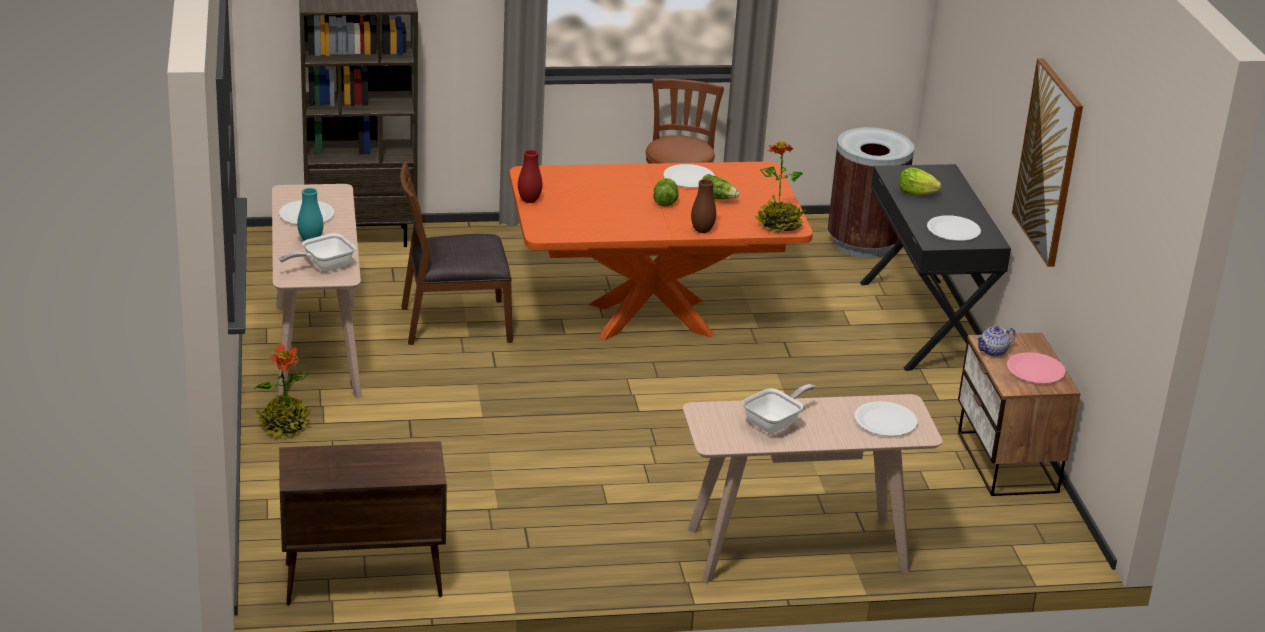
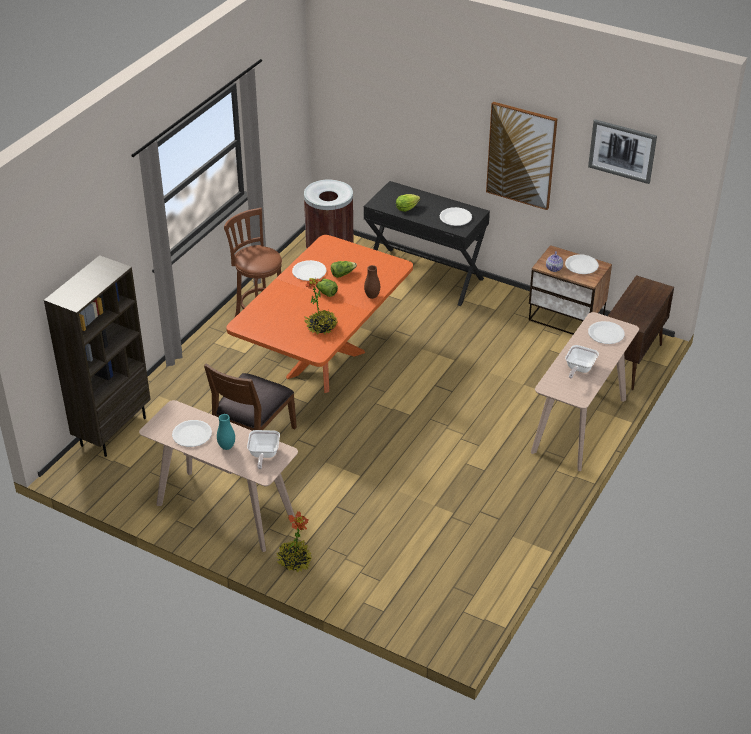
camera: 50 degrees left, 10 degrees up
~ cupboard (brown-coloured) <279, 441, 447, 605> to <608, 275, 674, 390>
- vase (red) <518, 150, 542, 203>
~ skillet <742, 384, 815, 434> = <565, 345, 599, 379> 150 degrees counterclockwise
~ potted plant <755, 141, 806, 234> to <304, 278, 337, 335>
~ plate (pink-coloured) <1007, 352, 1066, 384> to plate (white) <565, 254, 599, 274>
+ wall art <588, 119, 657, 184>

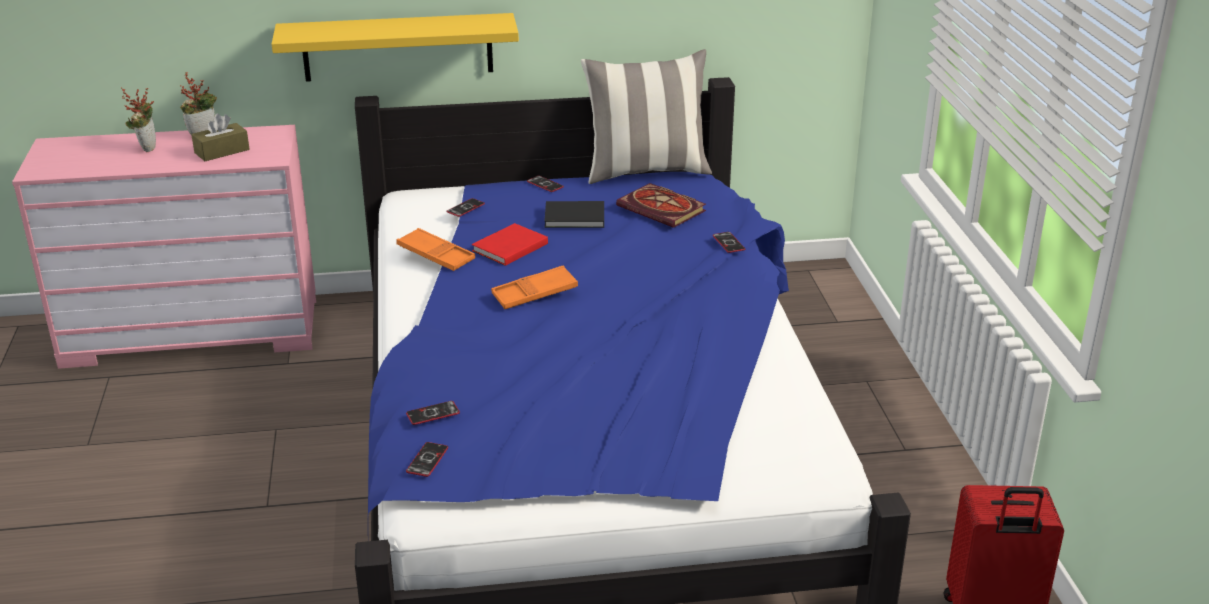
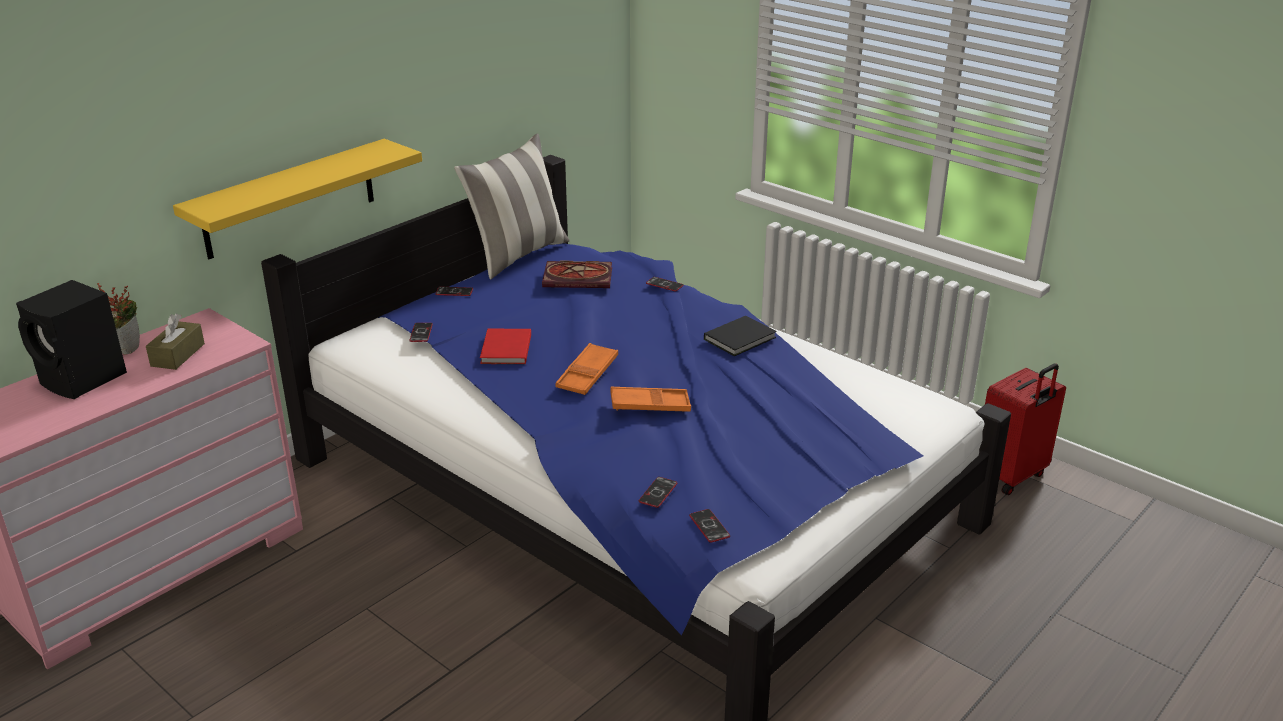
camera: 40 degrees left, 0 degrees up
~ potted plant <121, 87, 156, 152> to loudspeaker (black-coloured) <16, 280, 127, 399>
~ tray (orange-coloured) <396, 228, 475, 271> to <610, 386, 691, 412>
~ book (black-coloured) <544, 201, 604, 228> to <704, 316, 777, 356>

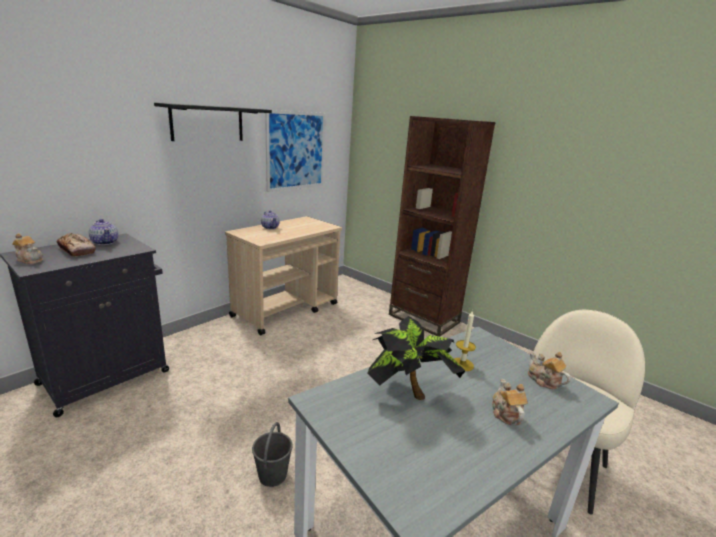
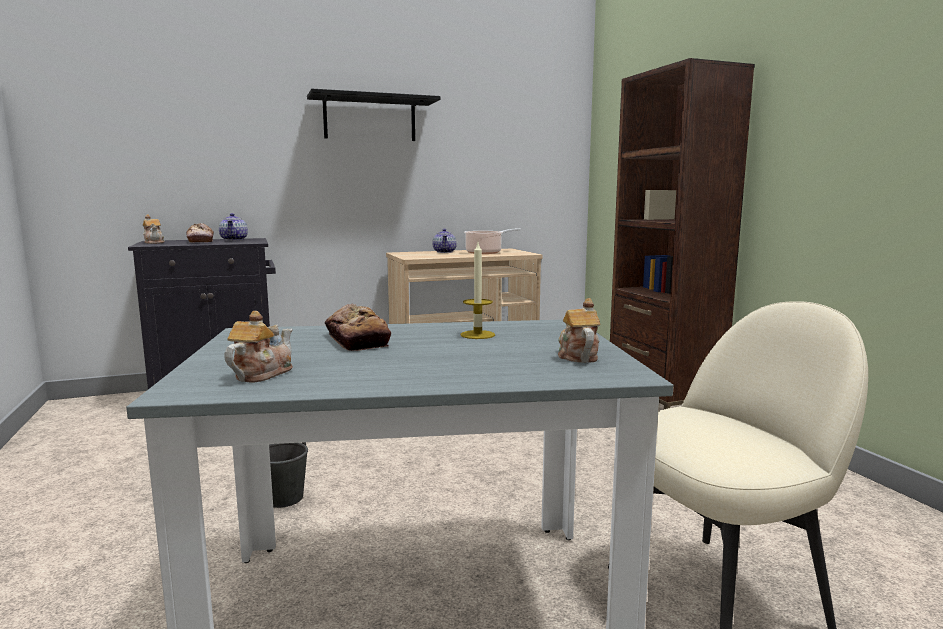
camera: 30 degrees right, 10 degrees down
- wall art <265, 110, 325, 192>
~ potted plant <367, 316, 466, 400> to baked bread <325, 304, 391, 351>
~ teapot <492, 379, 528, 426> to <224, 311, 293, 382>
+ stockpot <464, 228, 521, 254>

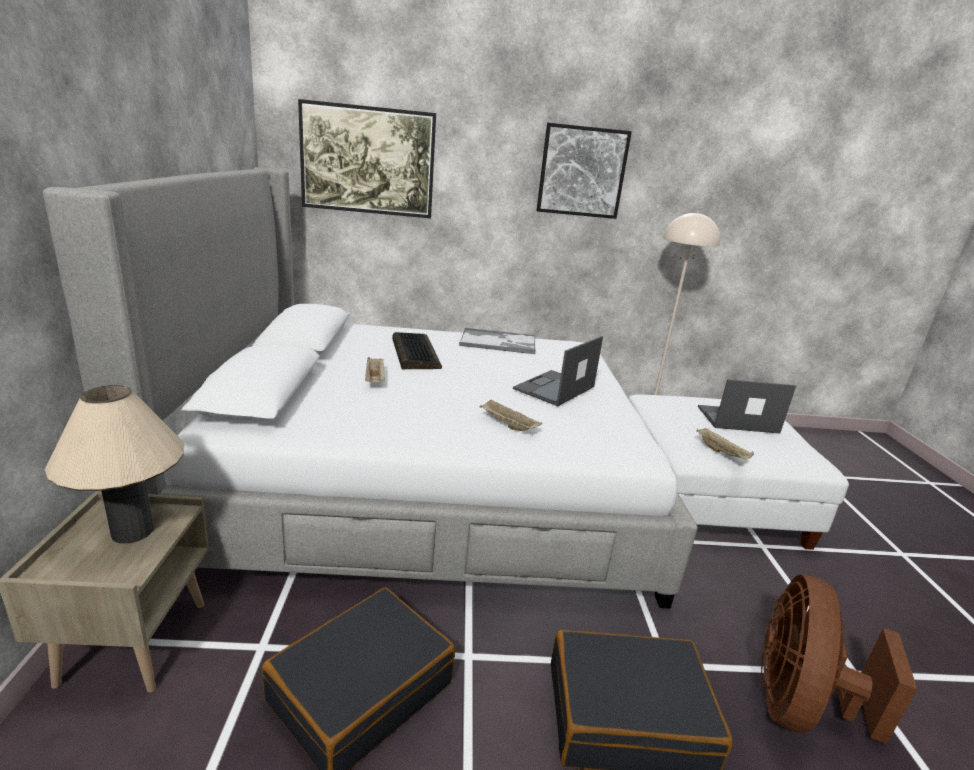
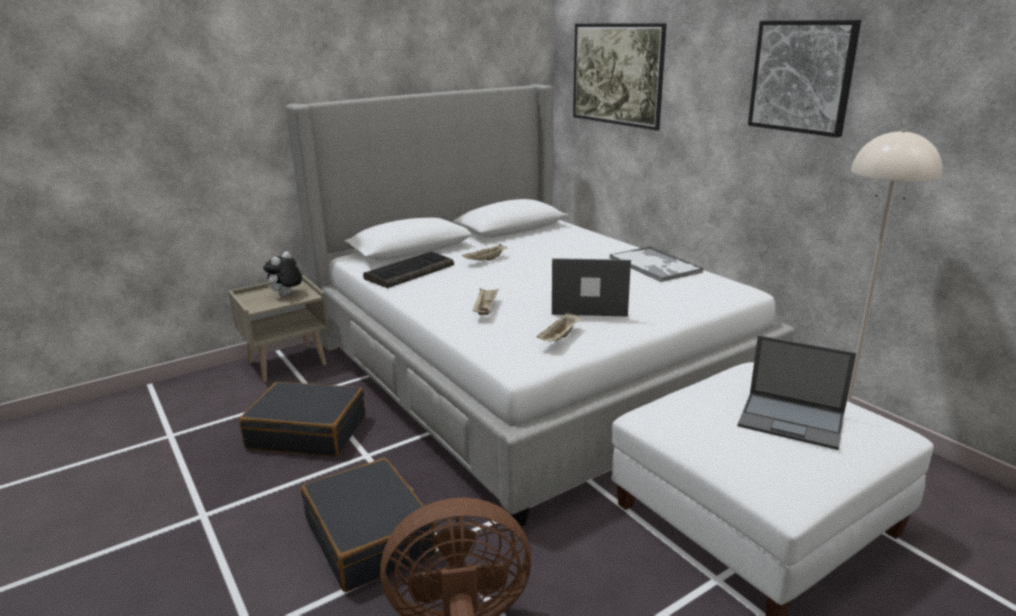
camera: 60 degrees right, 0 degrees up
~ lamp for a table (sand-coloured) <45, 385, 184, 544> to soft toy <263, 251, 302, 296>
~ computer keyboard <392, 332, 442, 369> to <363, 251, 454, 288>
~ tray (sand-coloured) <696, 428, 754, 459> to <536, 312, 581, 341>
~ notebook computer <698, 379, 796, 434> = <737, 335, 856, 450> 150 degrees clockwise

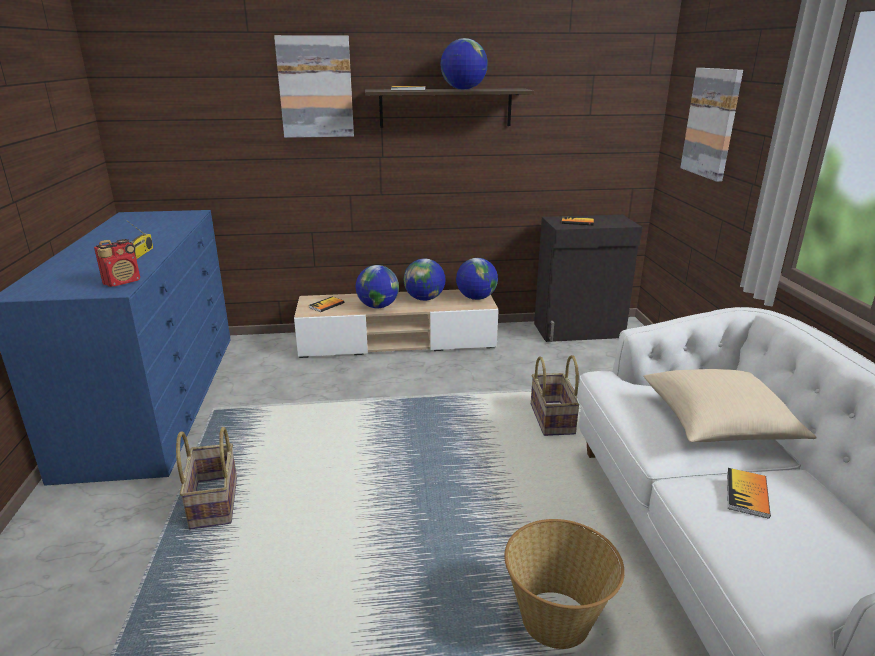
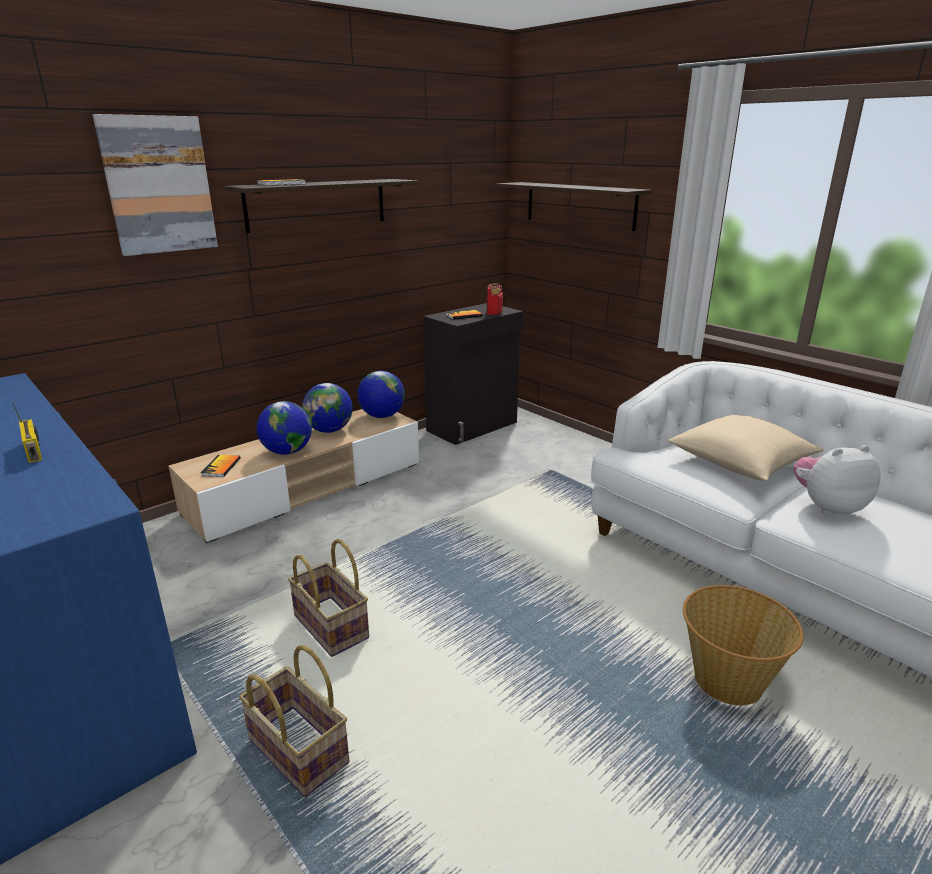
camera: 35 degrees left, 0 degrees up
~ radio receiver <94, 239, 140, 287> to <486, 283, 503, 315>
- desk globe <440, 38, 488, 90>
~ basket <531, 355, 579, 436> to <288, 539, 369, 657>
~ wall art <680, 68, 743, 182> to wall shelf <495, 182, 653, 231>
~ book <727, 468, 771, 518> to soft toy <793, 445, 881, 516>

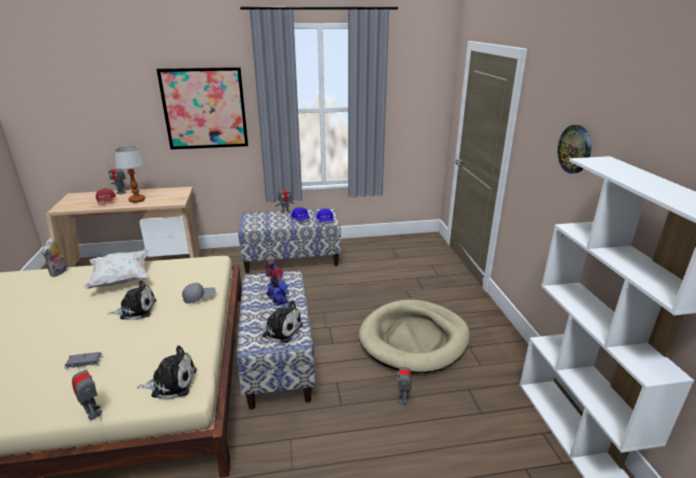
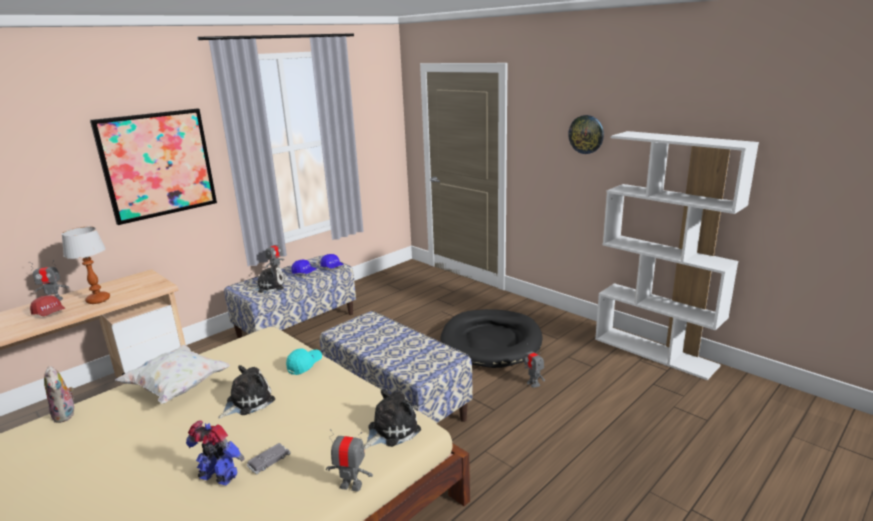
camera: 35 degrees left, 5 degrees down
~ peaked cap (gray) <182, 283, 216, 304> to peaked cap (turquoise-coloured) <286, 348, 322, 375>
~ soft toy <255, 301, 303, 343> to <246, 262, 284, 293>
~ robot figure <265, 262, 289, 306> to <186, 420, 245, 485>
~ dog cushion (sand-coloured) <359, 300, 470, 373> to dog cushion (black-coloured) <441, 309, 542, 368>

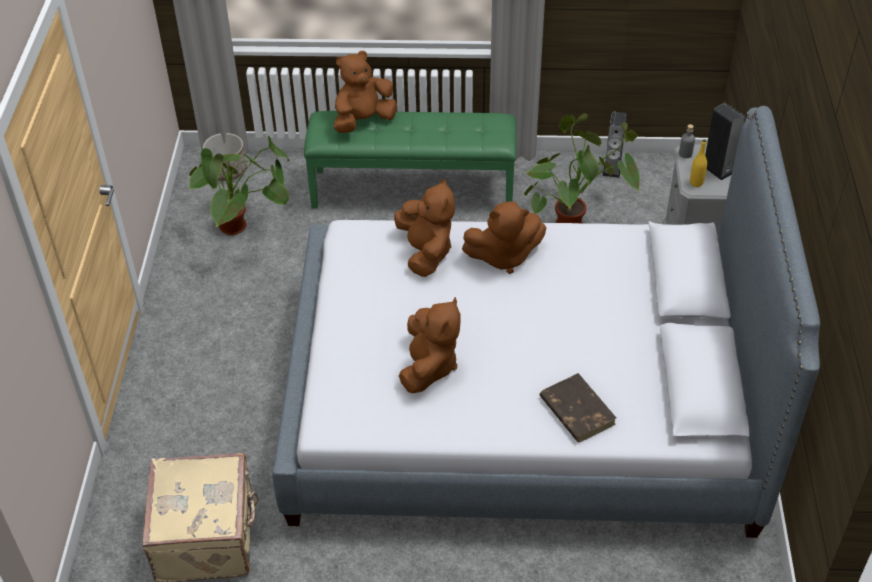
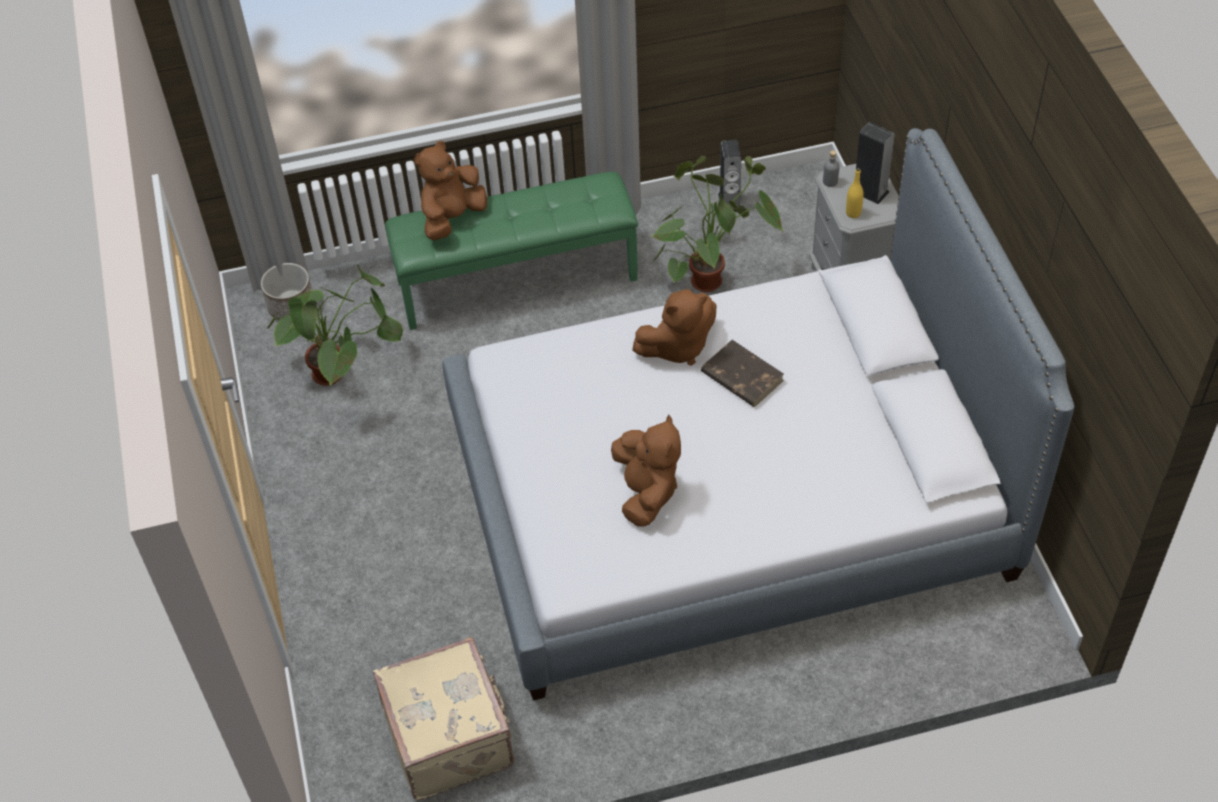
camera: 15 degrees left, 5 degrees up
- soft toy (brown-coloured) <394, 178, 455, 277>
~ book (brown-coloured) <539, 373, 616, 442> to <701, 340, 784, 407>

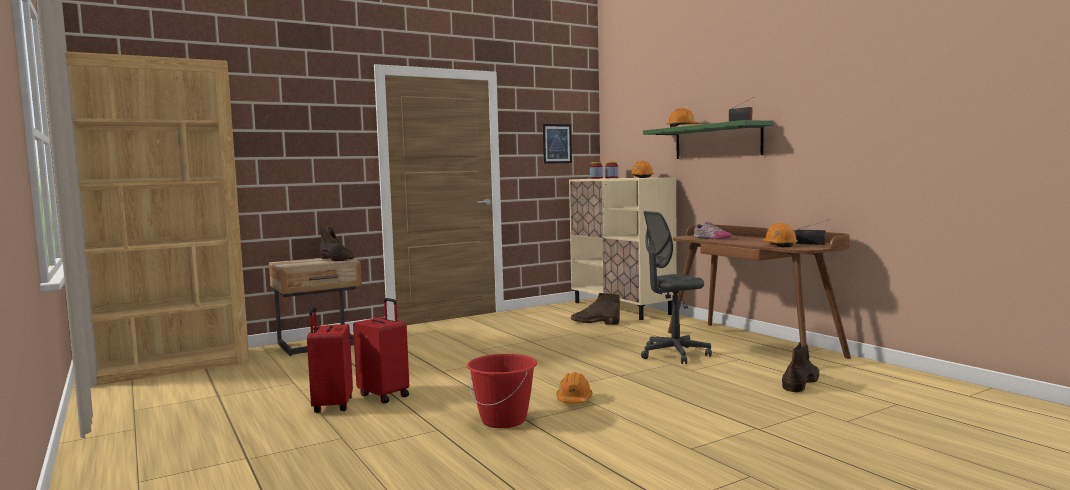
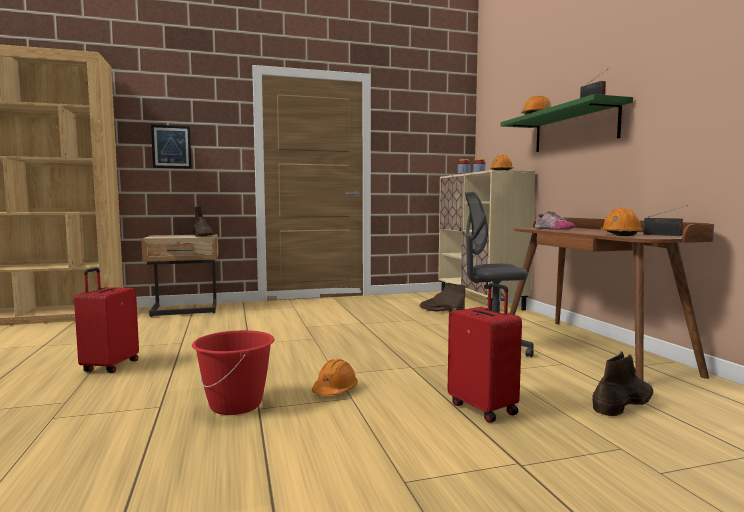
camera: 15 degrees right, 0 degrees up
~ piece of luggage (red) <353, 298, 409, 404> to <448, 283, 522, 423>
~ wall art <543, 124, 572, 164> to <151, 125, 192, 169>

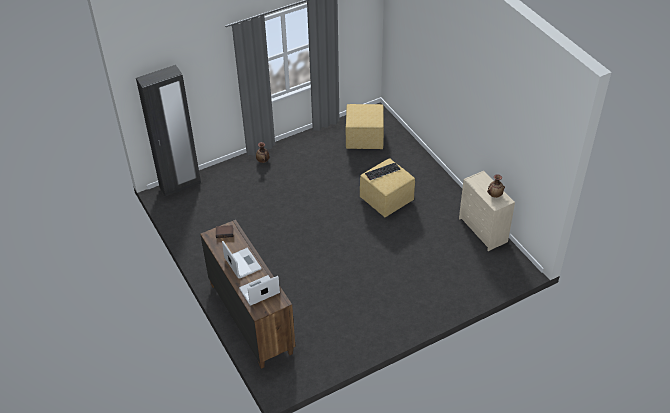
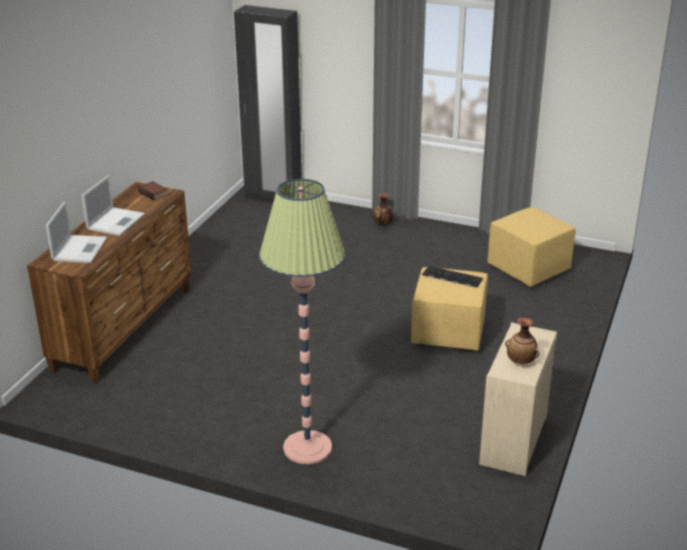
camera: 50 degrees right, 15 degrees down
~ notebook computer <239, 275, 280, 306> = <46, 202, 107, 263> 75 degrees clockwise
+ floor lamp <259, 179, 345, 464>

